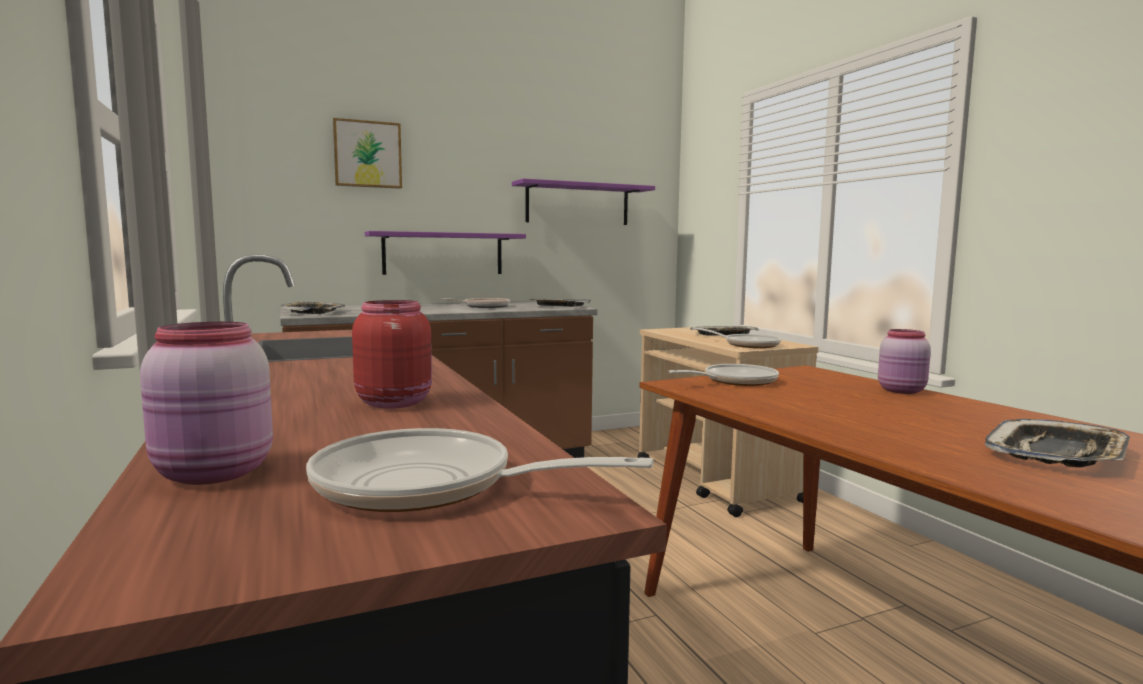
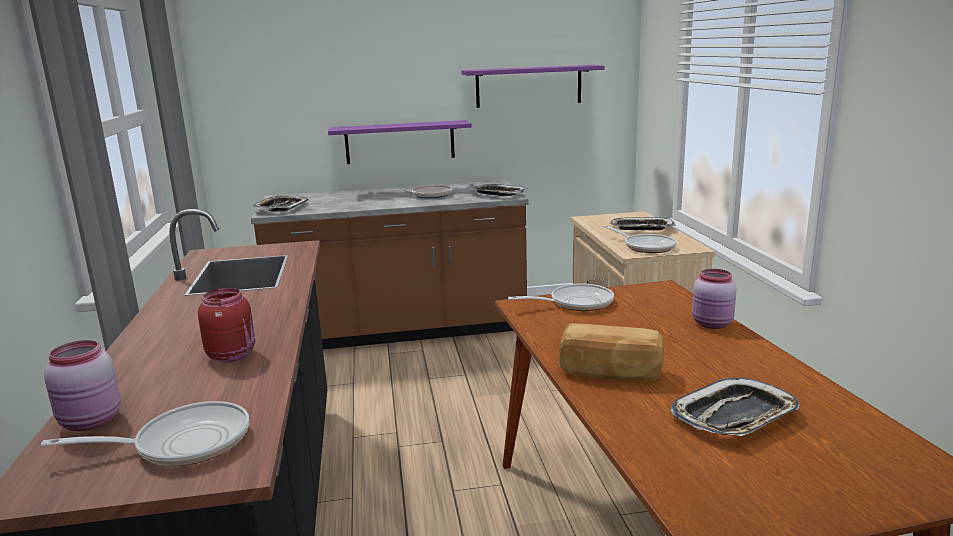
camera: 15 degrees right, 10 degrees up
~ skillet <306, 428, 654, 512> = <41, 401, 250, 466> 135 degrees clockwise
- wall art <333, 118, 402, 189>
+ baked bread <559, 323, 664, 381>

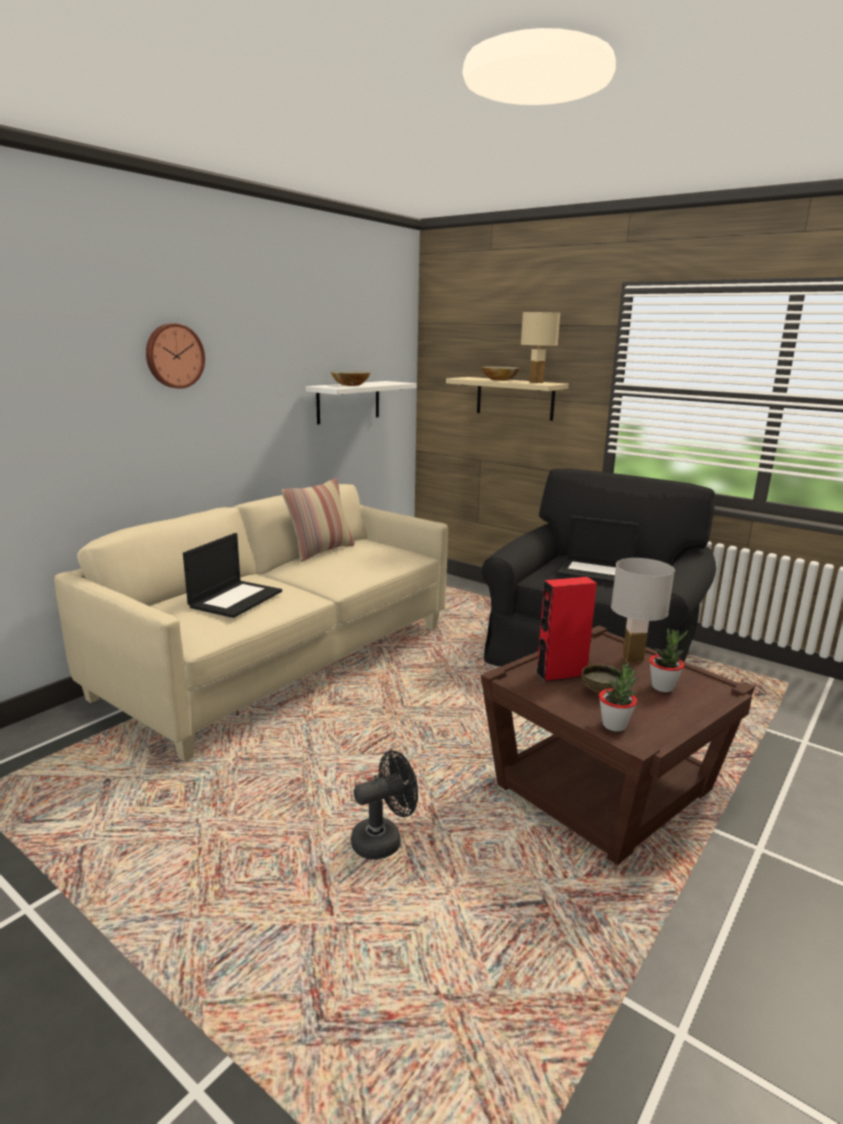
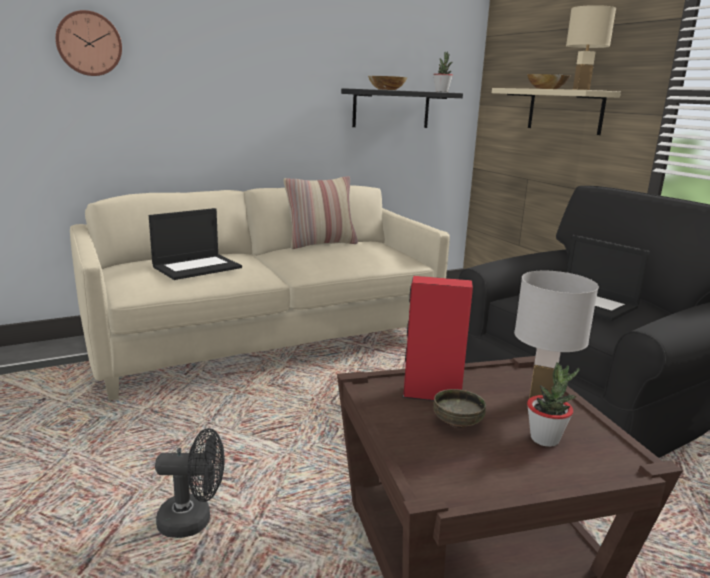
camera: 25 degrees right, 0 degrees up
~ wall clock <146, 323, 205, 389> to <55, 10, 122, 76>
~ wall shelf (white) <306, 381, 416, 425> to wall shelf (black-coloured) <341, 88, 463, 128>
~ potted plant <599, 662, 638, 731> to <433, 51, 453, 92>

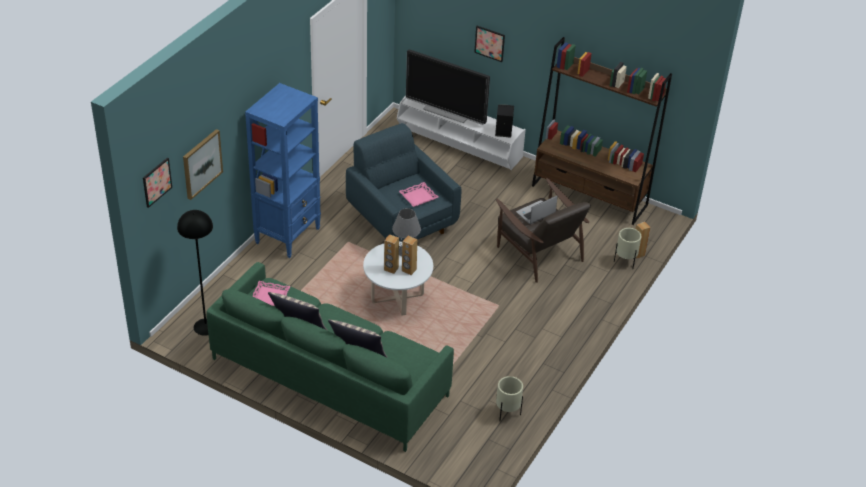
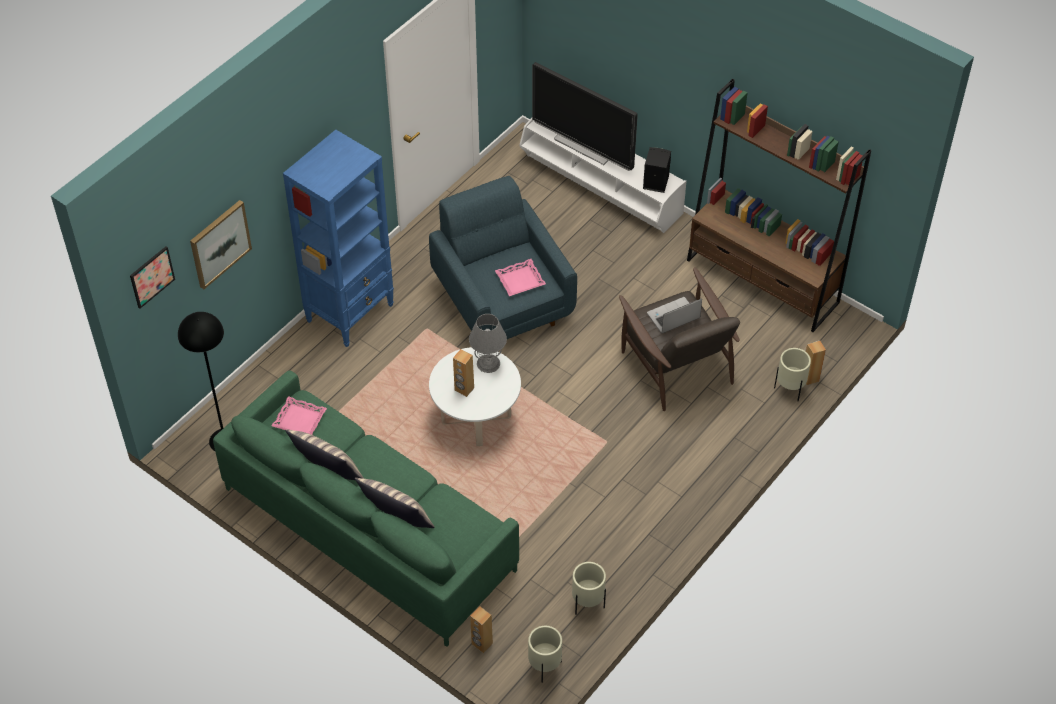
camera: 10 degrees right, 10 degrees up
~ loudspeaker (brown-coloured) <402, 235, 417, 275> to <470, 607, 493, 653>
- wall art <474, 26, 505, 62>
+ planter (sand-coloured) <528, 626, 562, 683>

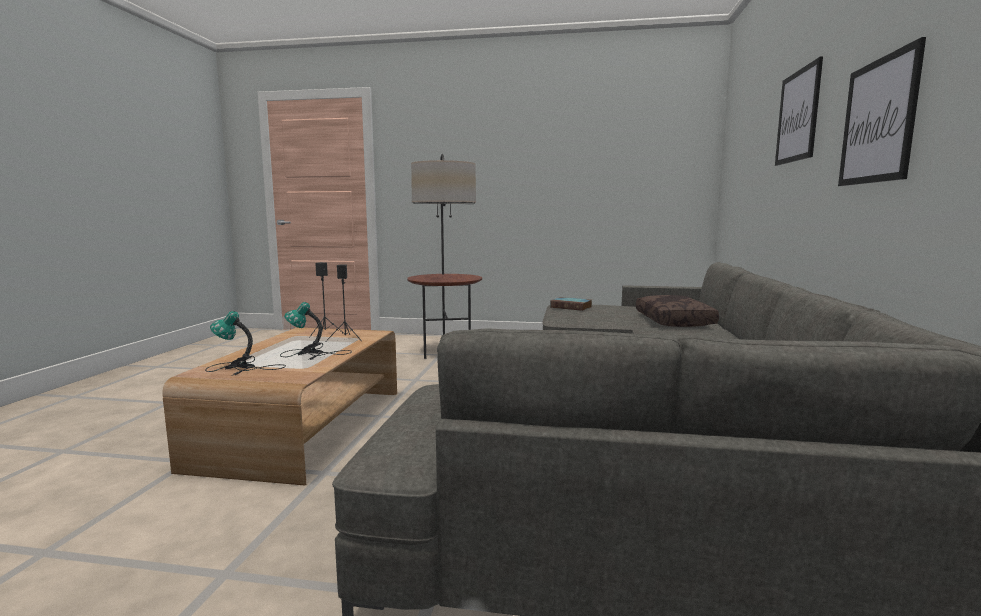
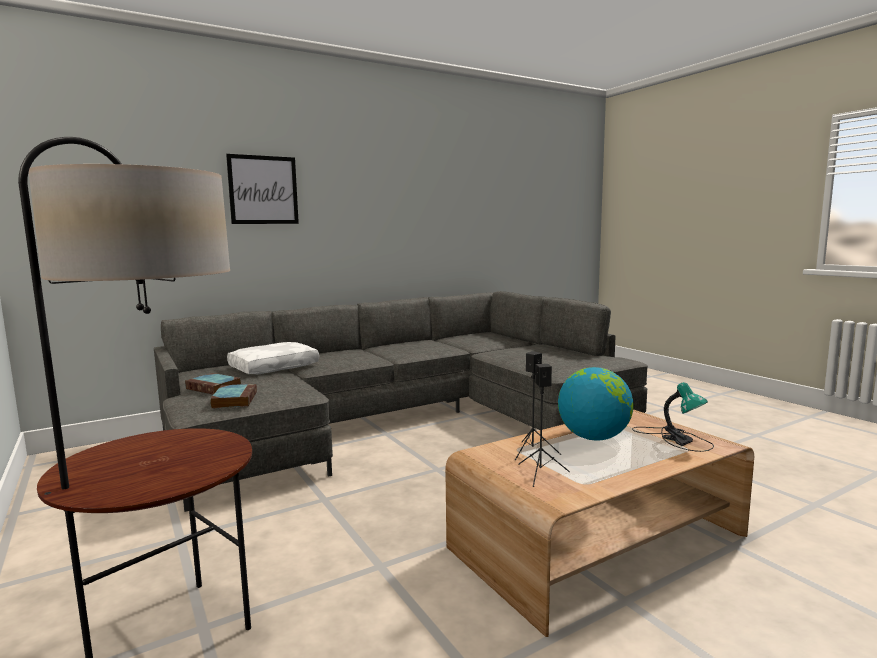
camera: 130 degrees left, 0 degrees up
~ lamp for a table <280, 302, 352, 360> to desk globe <558, 367, 633, 441>
~ cushion (brown-coloured) <636, 295, 719, 327> to cushion (white) <227, 342, 319, 374>
- wall art <838, 37, 926, 186>
+ book <185, 373, 241, 394>

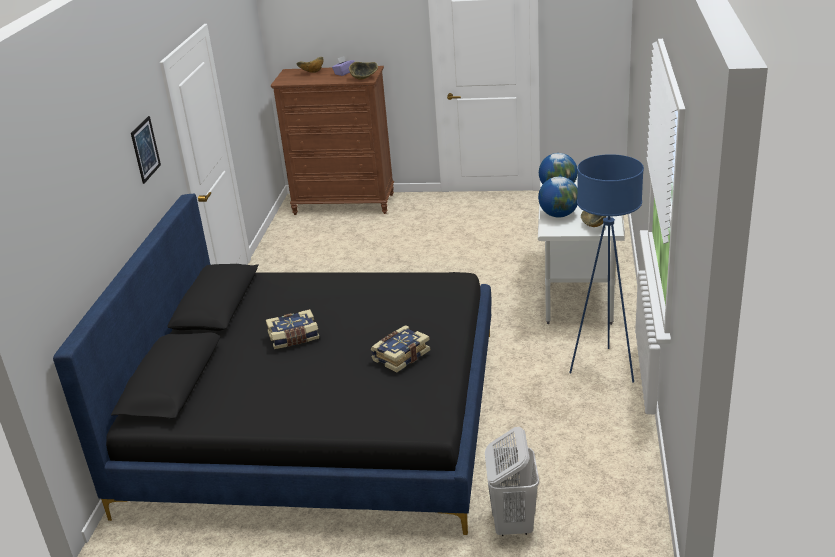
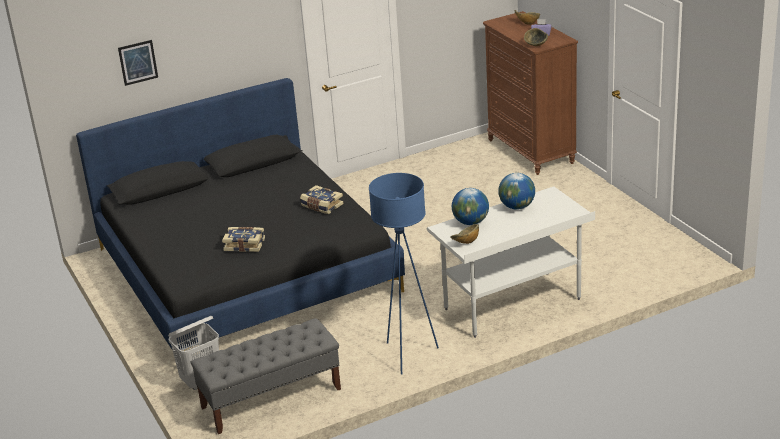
camera: 55 degrees right, 0 degrees up
~ wall art <131, 116, 161, 184> to <118, 40, 158, 86>
~ book <266, 309, 319, 349> to <300, 185, 343, 214>
+ long seat (gray) <191, 318, 341, 434>

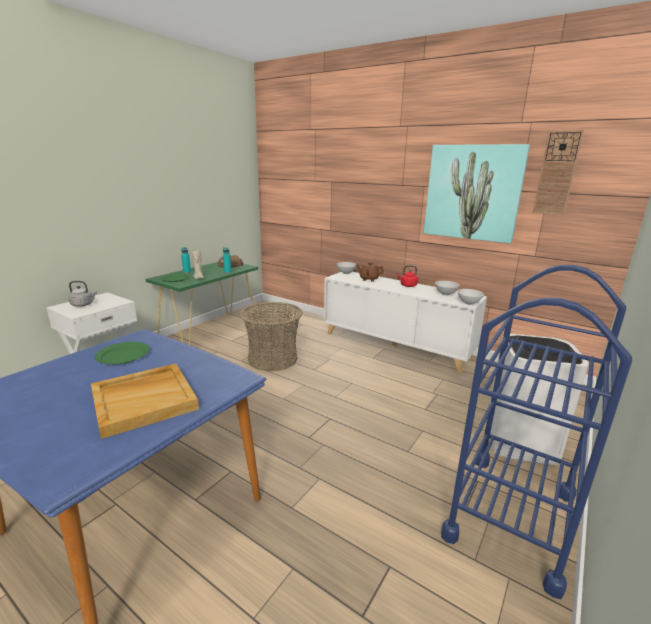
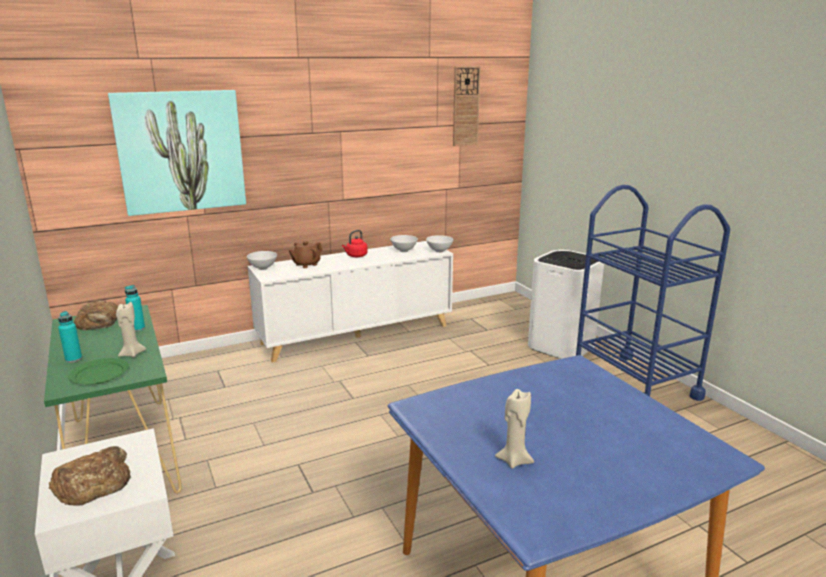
camera: 60 degrees left, 0 degrees up
~ tea kettle (gray) <68, 281, 97, 307> to baked bread <49, 446, 131, 506>
- tray (sand-coloured) <91, 364, 199, 439>
- plate (greenish) <95, 342, 150, 364>
- basket <240, 302, 303, 371>
~ wall art <424, 144, 530, 244> to <108, 90, 246, 216>
+ wax light (sand-coloured) <495, 389, 534, 469>

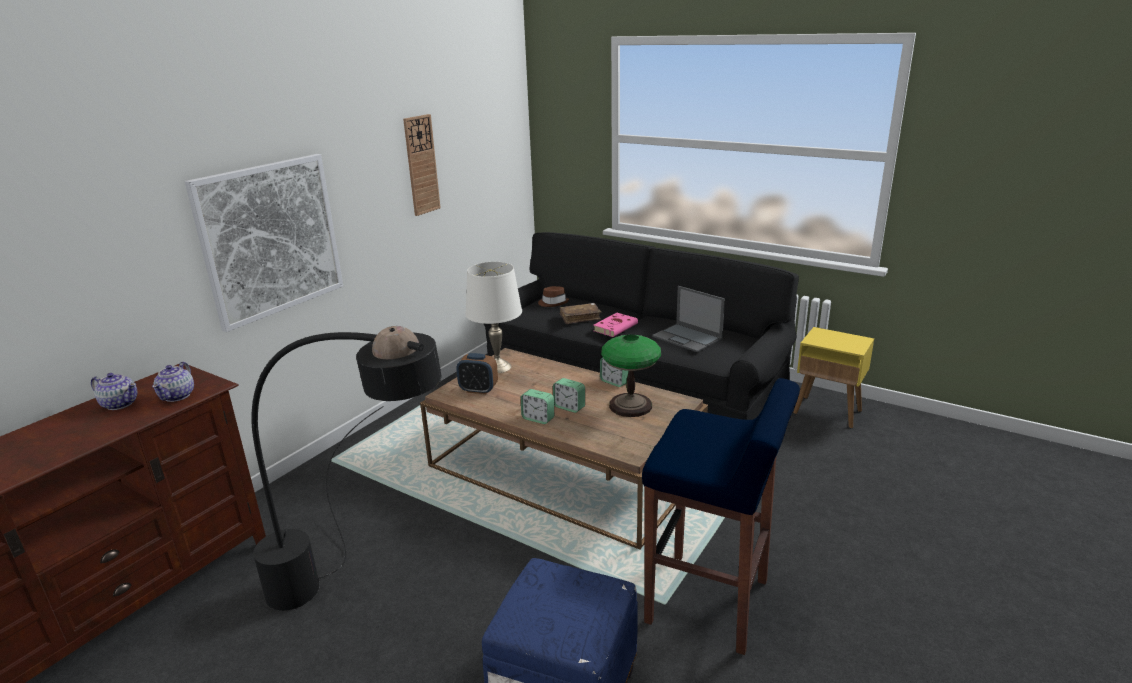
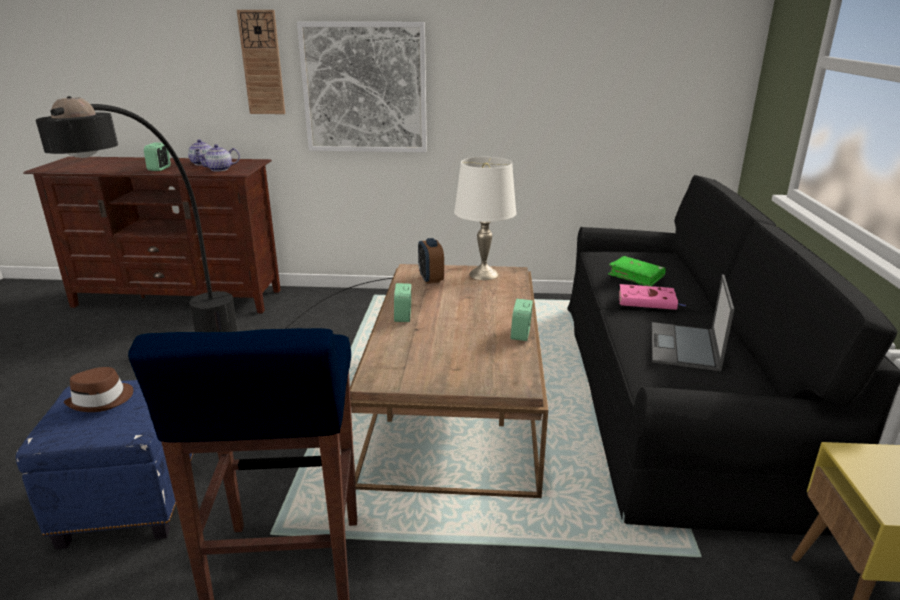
camera: 60 degrees right, 0 degrees up
~ wall clock <403, 114, 441, 216> to <237, 10, 285, 114>
~ wearable hat (brown-coloured) <538, 286, 569, 307> to <64, 367, 133, 412>
~ alarm clock <553, 378, 585, 413> to <144, 142, 171, 171>
~ book (brown-coloured) <560, 303, 601, 324> to book (greenish) <608, 256, 666, 286>
- lamp for a table <601, 335, 661, 417>

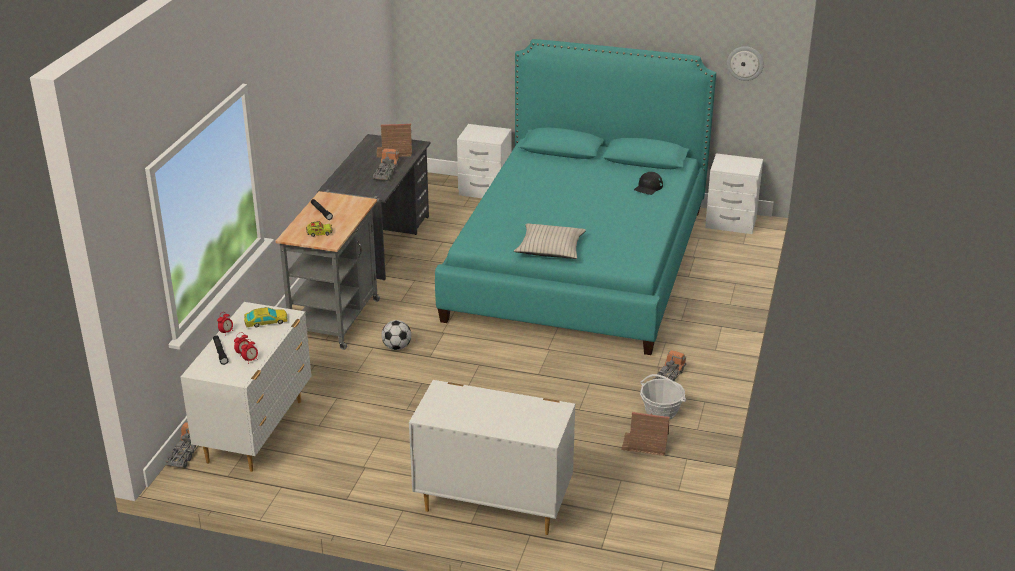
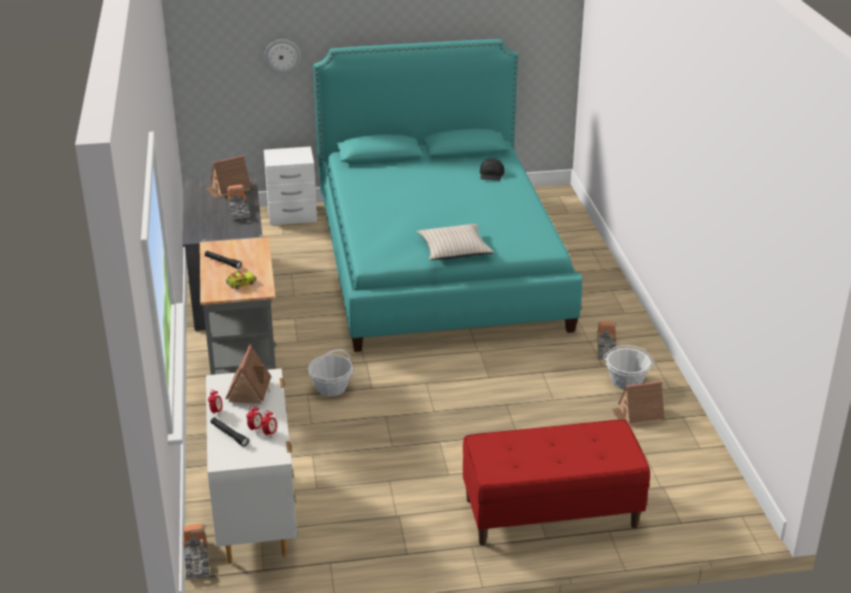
camera: 25 degrees left, 0 degrees up
~ model car <244, 307, 288, 328> to miniature house <226, 344, 271, 404>
~ football ball <382, 320, 411, 350> to basket <308, 349, 353, 397>
~ dresser (white) <409, 380, 575, 535> to long seat (red) <463, 420, 650, 545>
- bedside table (white) <705, 153, 763, 234>
~ wall clock <727, 46, 764, 81> to <264, 39, 301, 74>

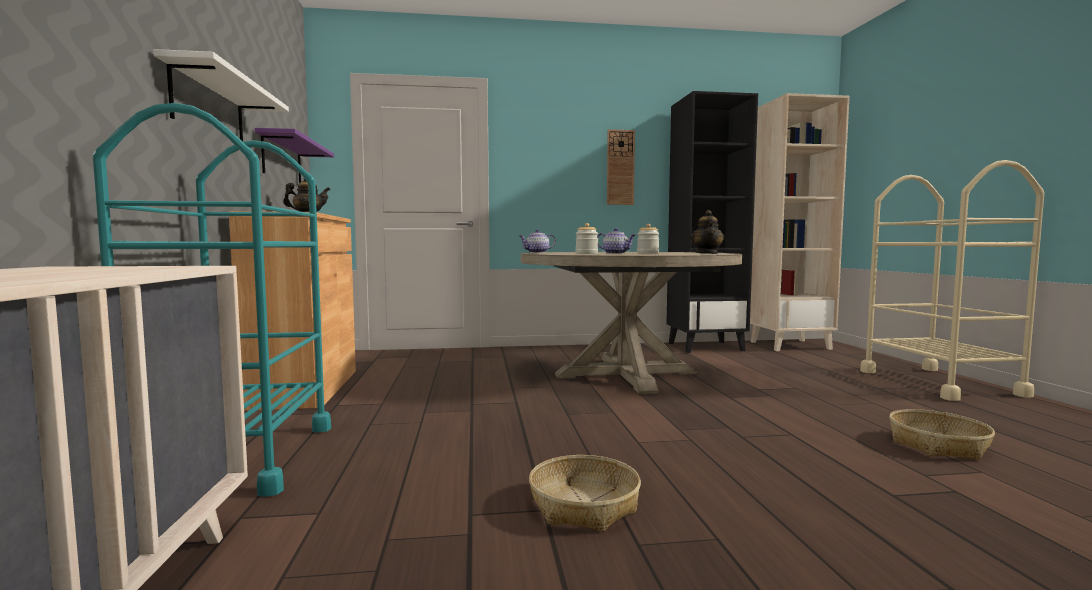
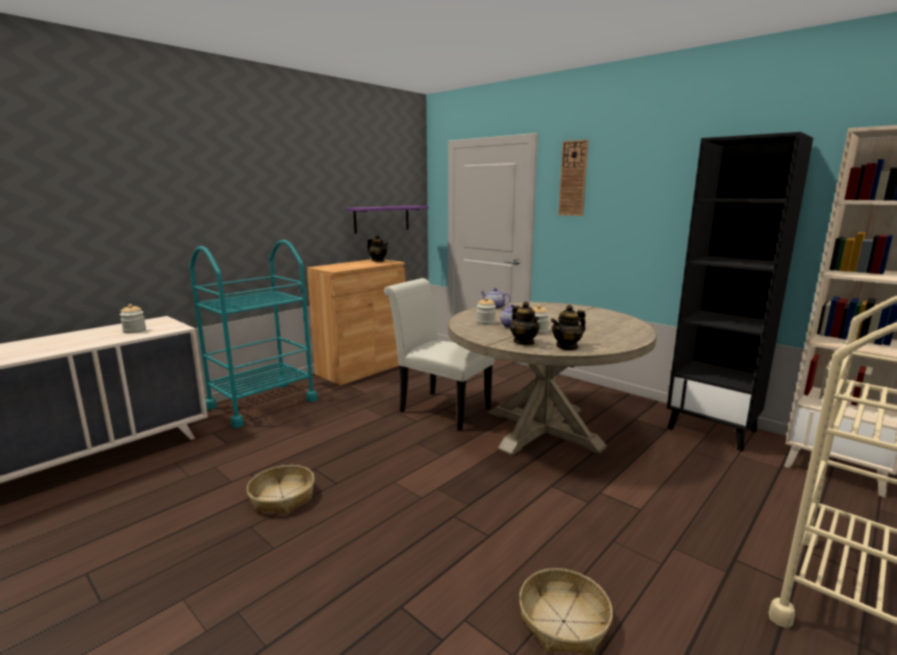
camera: 50 degrees right, 10 degrees up
- wall shelf (white) <153, 49, 289, 142>
~ wall clock <607, 129, 635, 205> to <559, 140, 588, 216>
+ jar <120, 304, 146, 333>
+ chair (white) <384, 278, 495, 430>
+ teapot <510, 301, 540, 345>

